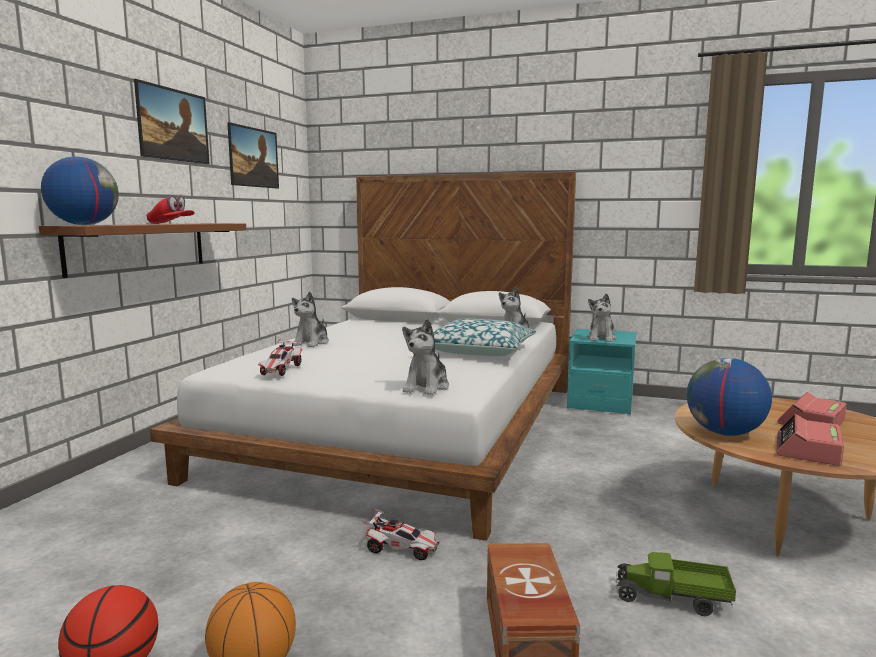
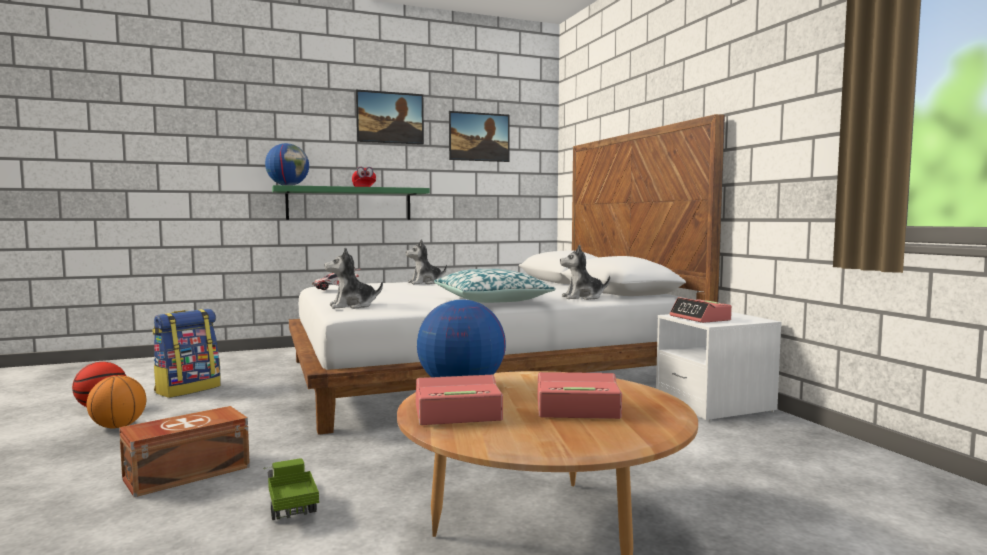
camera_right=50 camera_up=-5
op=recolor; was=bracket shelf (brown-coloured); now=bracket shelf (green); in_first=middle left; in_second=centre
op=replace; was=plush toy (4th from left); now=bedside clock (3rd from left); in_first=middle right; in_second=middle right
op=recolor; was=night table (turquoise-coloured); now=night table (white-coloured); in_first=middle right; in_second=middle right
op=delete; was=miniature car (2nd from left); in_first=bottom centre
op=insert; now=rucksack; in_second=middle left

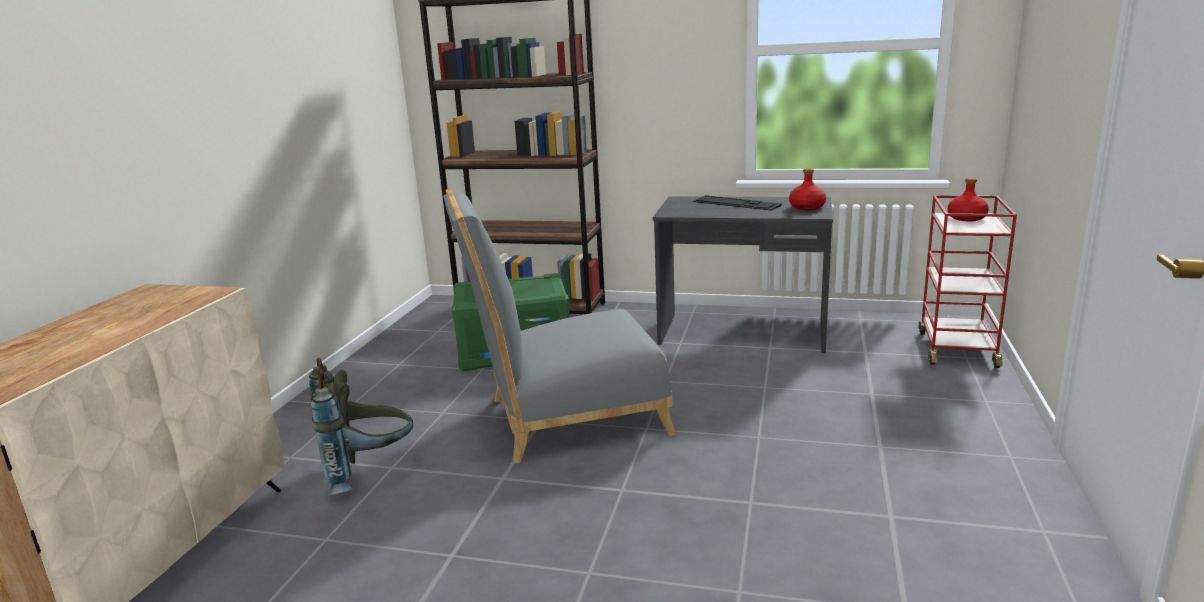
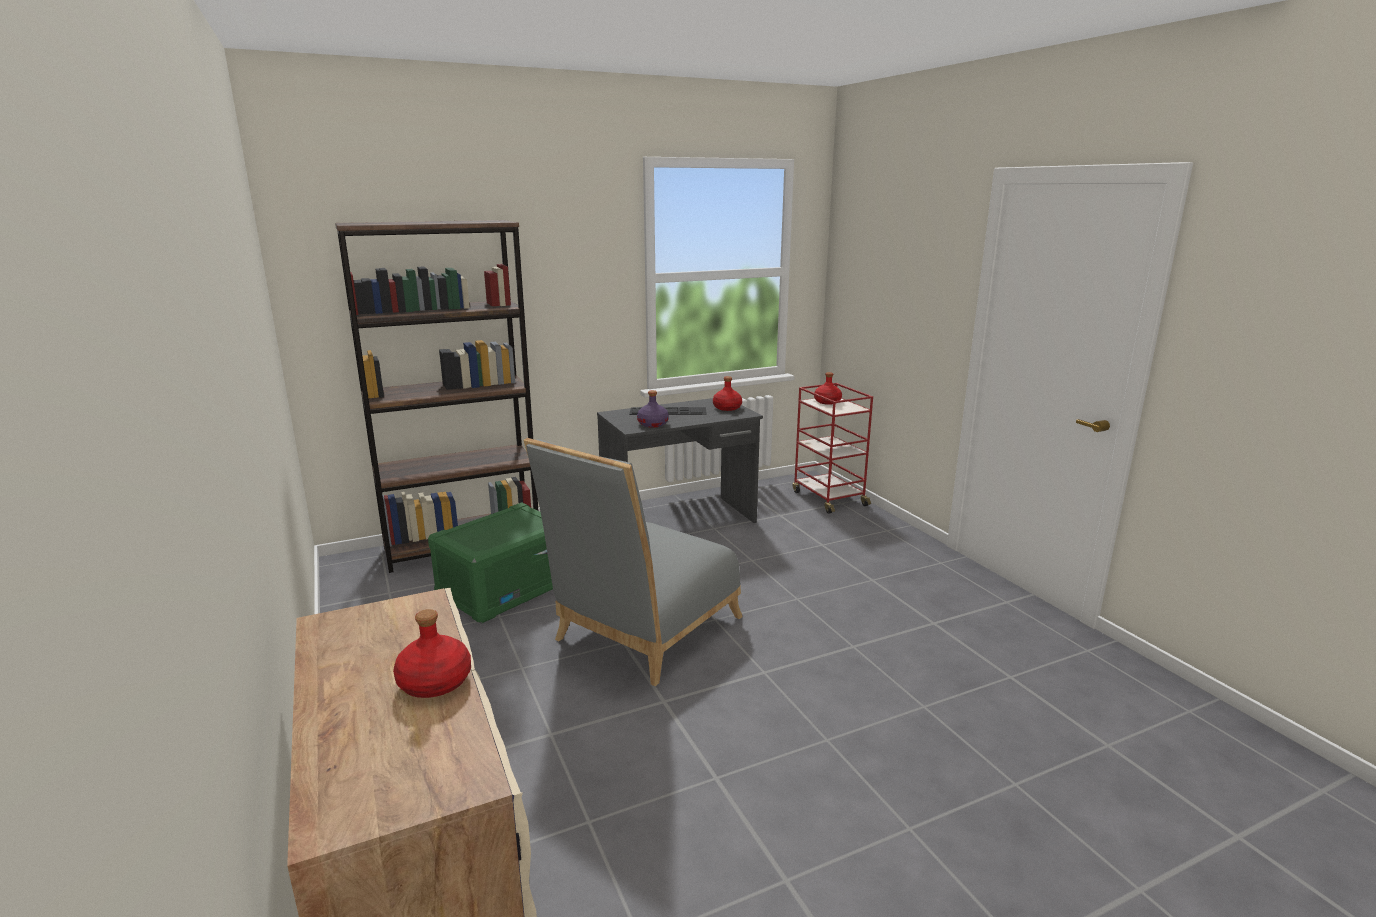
camera_right=-40 camera_up=0
op=delete; was=rucksack (greyish); in_first=bottom left
op=insert; now=bottle (purplish); in_second=centre
op=insert; now=bottle (red-coloured) (1st from left); in_second=bottom left

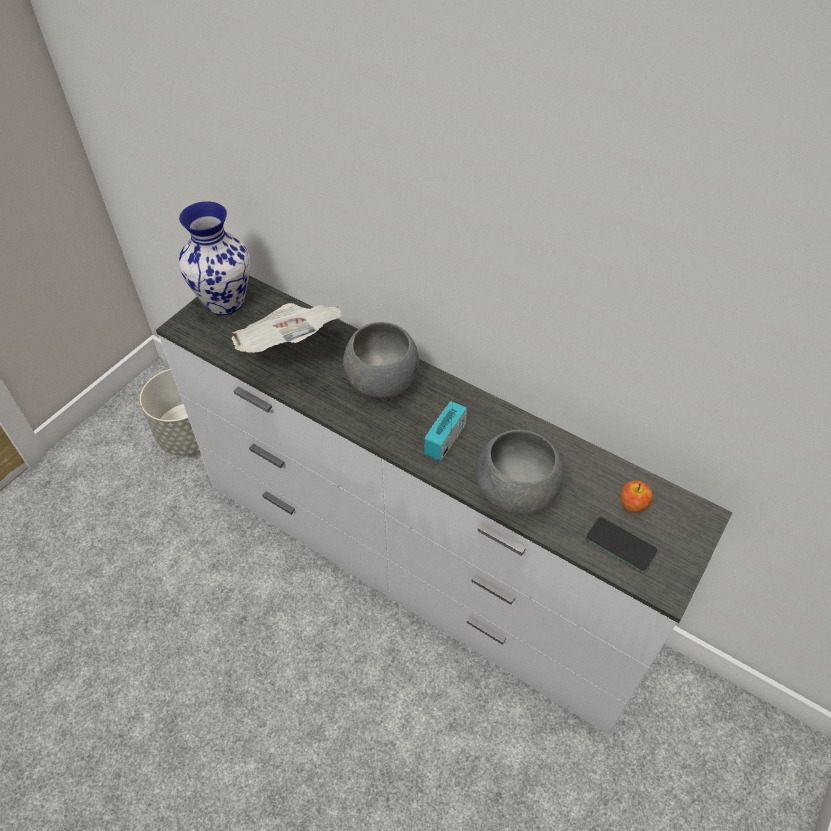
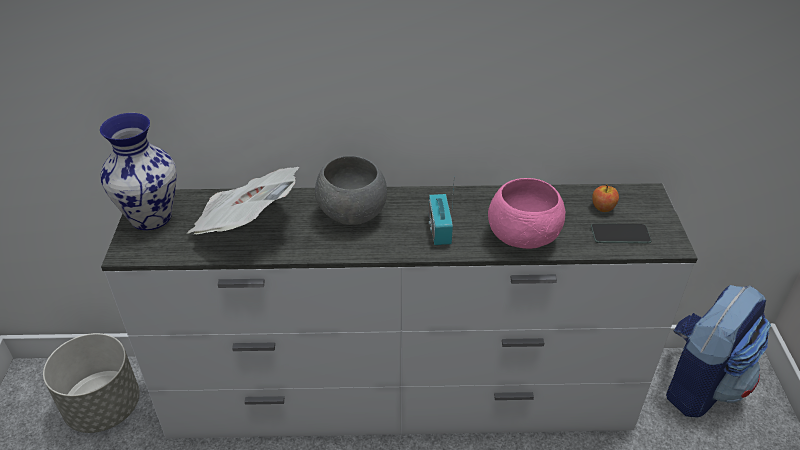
camera_right=-35 camera_up=-10
op=recolor; was=serving bowl (greyish) (2nd from left); now=serving bowl (pinkish); in_first=centre; in_second=centre
op=insert; now=rucksack; in_second=bottom right

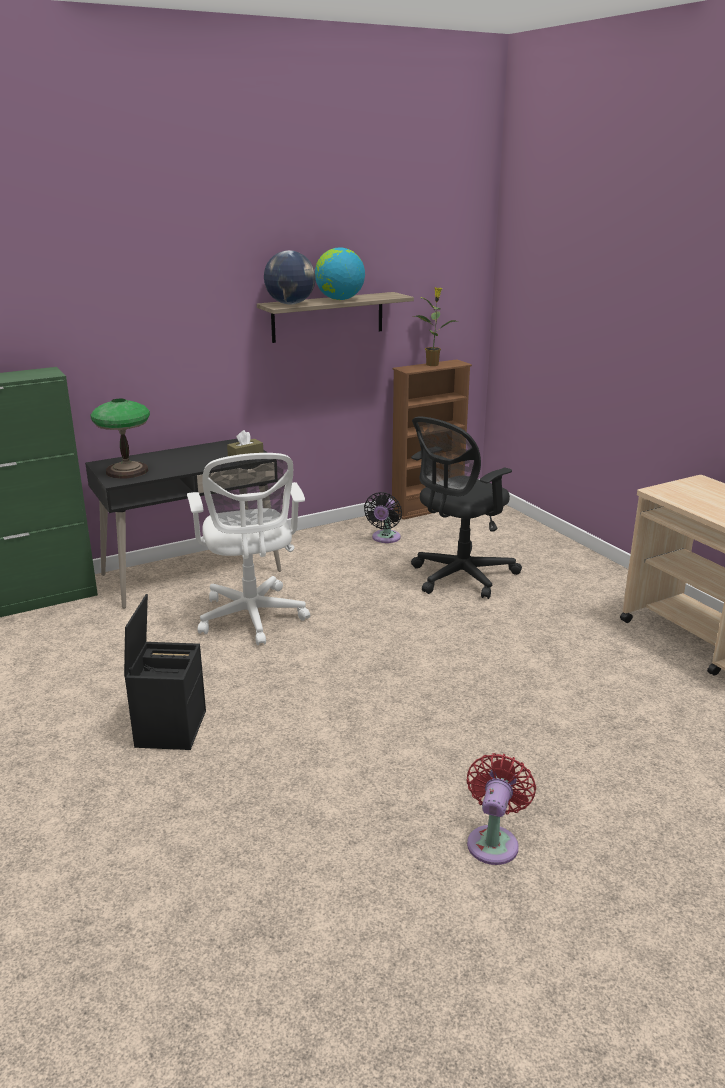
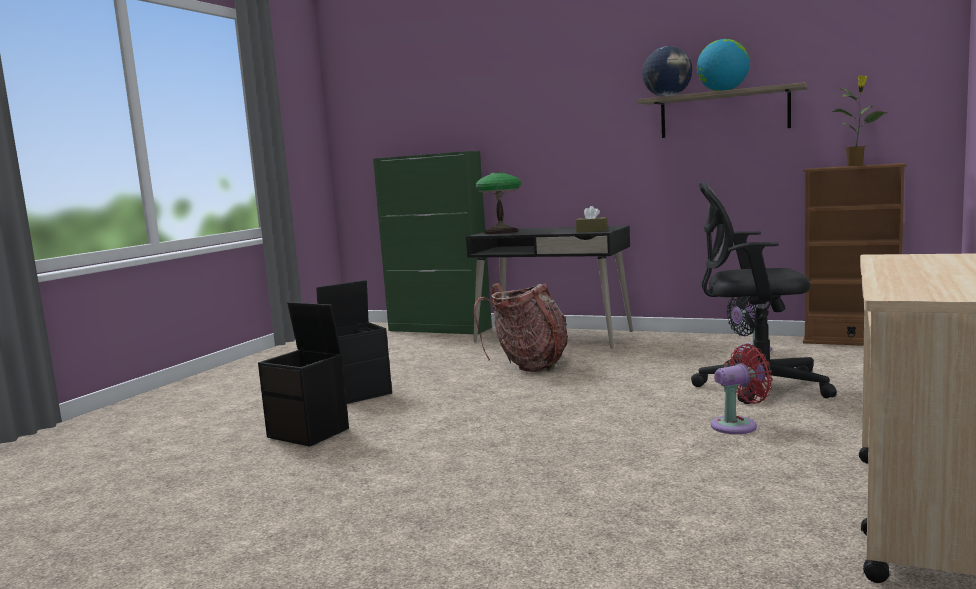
camera_right=55 camera_up=-15
op=replace; was=desk chair (white-coloured); now=rucksack; in_first=centre; in_second=centre
op=move; was=fan (red-coloured); in_first=bottom right; in_second=middle right
op=insert; now=storage bin (black-coloured) (1st from left); in_second=middle left

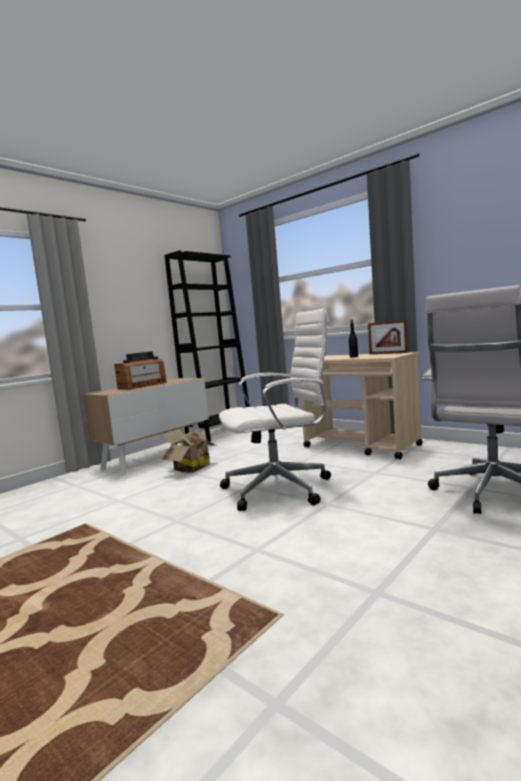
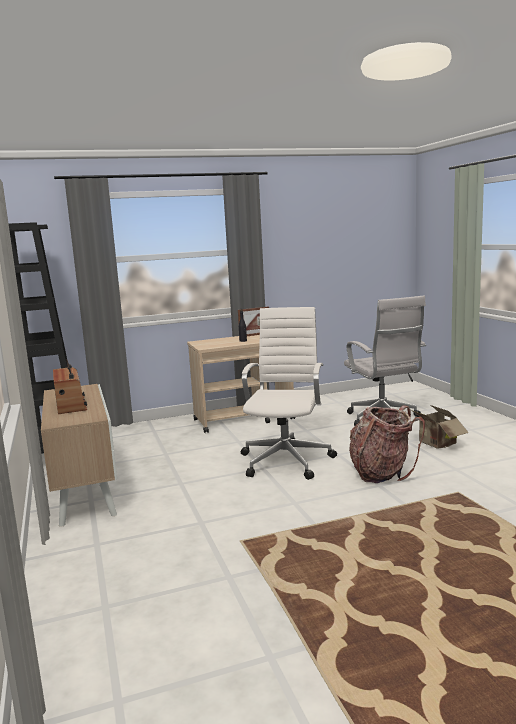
camera_right=-60 camera_up=5
op=move; was=cardboard box; in_first=centre; in_second=middle right
op=insert; now=rucksack; in_second=middle right

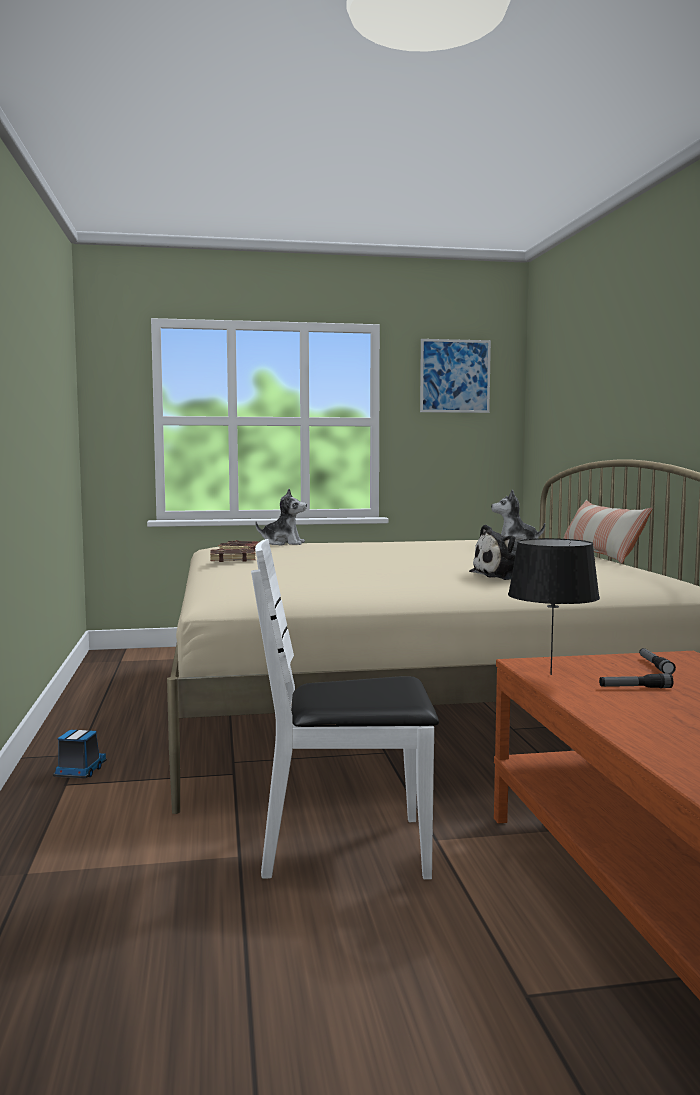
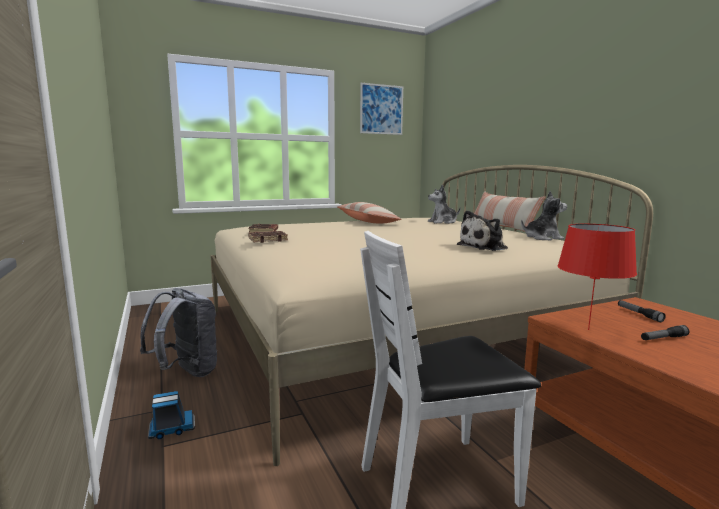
camera_right=-15 camera_up=5
op=move; was=plush toy (1st from left in the first image); now=plush toy (3rd from left); in_first=centre; in_second=middle right
op=recolor; was=lamp for a table (black-coloured); now=lamp for a table (red-coloured); in_first=middle right; in_second=middle right
op=rotate; was=model truck; in_first=bottom left; in_second=bottom left; clockwise=75
op=insert; now=pillow (1st from left); in_second=centre
op=insert; now=rucksack (greyish); in_second=middle left

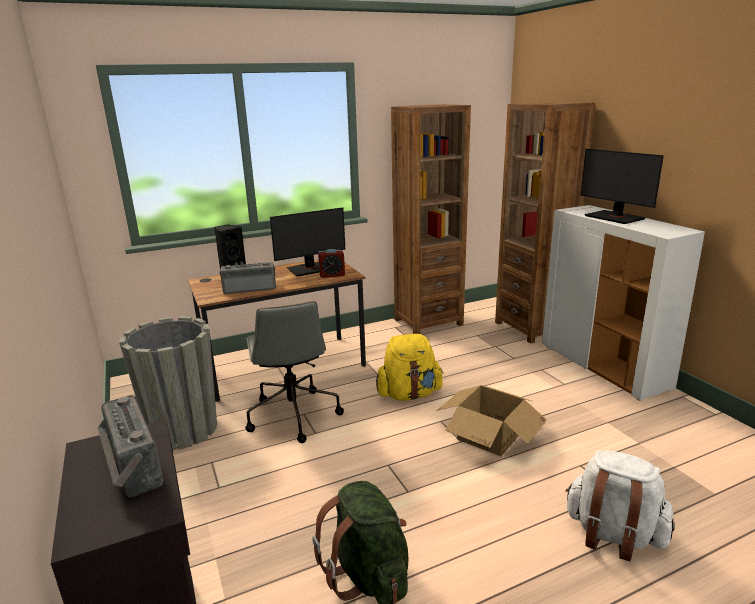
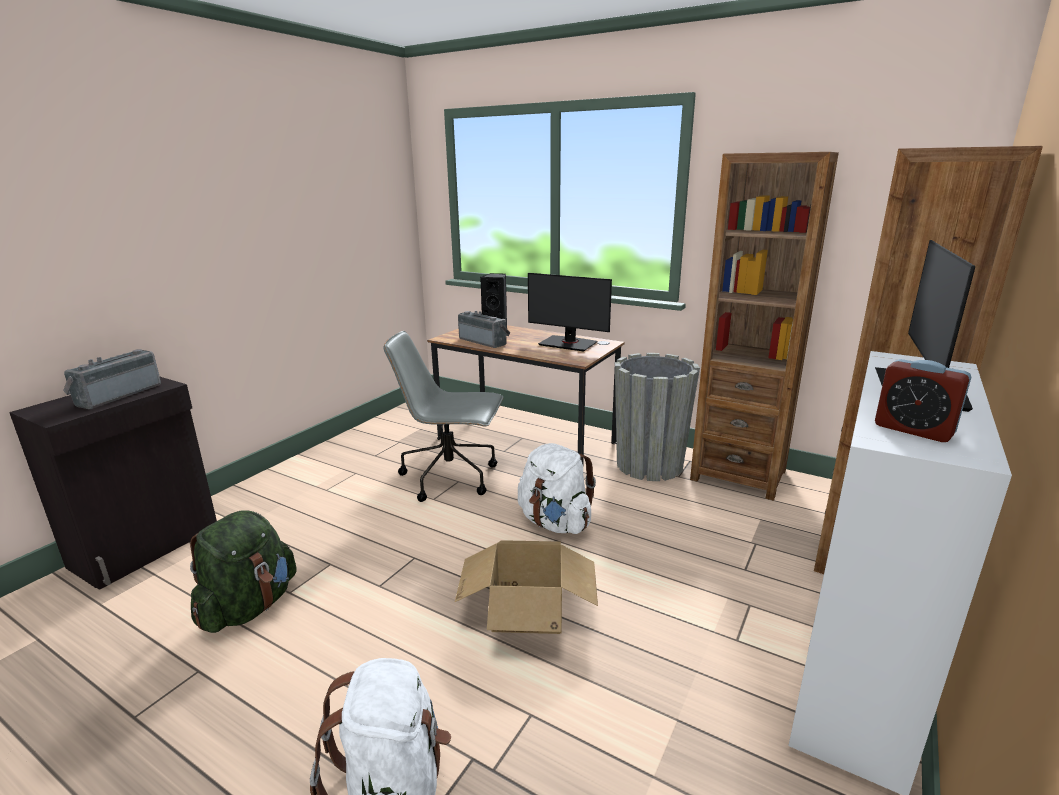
camera_right=55 camera_up=0
op=move; was=bedside clock; in_first=centre; in_second=middle right
op=rotate; was=desk chair (greyish); in_first=centre; in_second=centre; clockwise=60
op=move; was=plant pot (greyish); in_first=middle left; in_second=centre
op=recolor; was=rucksack (yellow-coloured); now=rucksack (white-coloured) (2nd from left); in_first=centre; in_second=centre

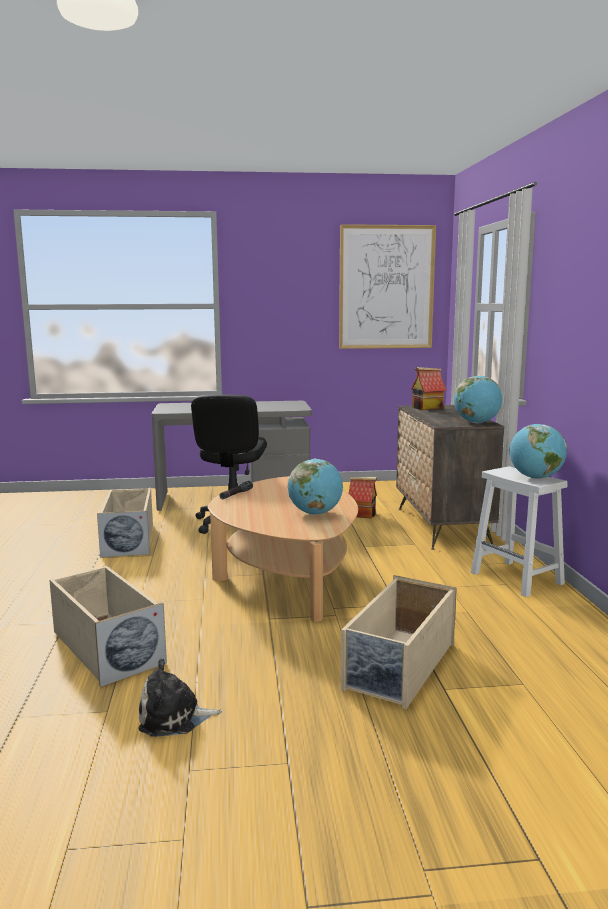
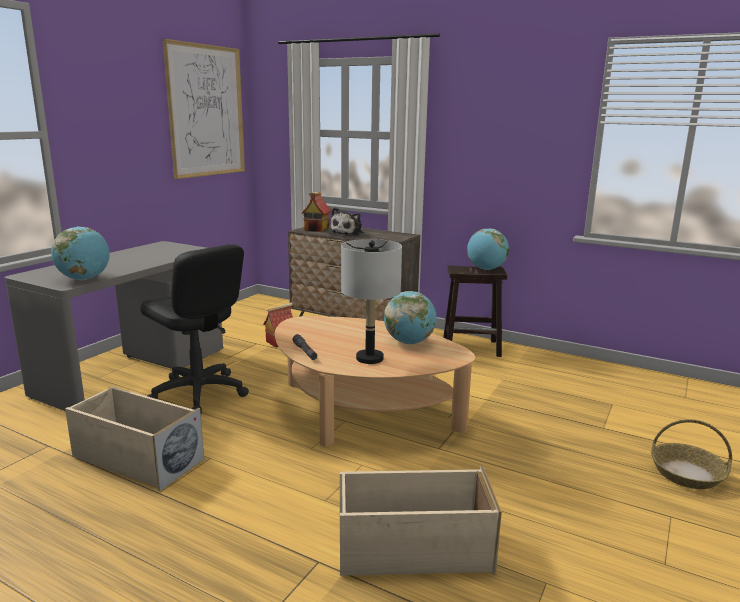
camera_right=-55 camera_up=5
op=move; was=desk globe (2nd from left in the first image); now=desk globe (1st from left); in_first=middle right; in_second=middle left
op=recolor; was=stool (white-coloured); now=stool (brown-coloured); in_first=middle right; in_second=centre
op=delete; was=storage bin (sand-coloured) (3rd from left); in_first=bottom centre
op=move; was=plush toy; in_first=bottom left; in_second=centre
op=insert; now=lamp for a table (greyish); in_second=centre
op=insert; now=household basket; in_second=bottom right

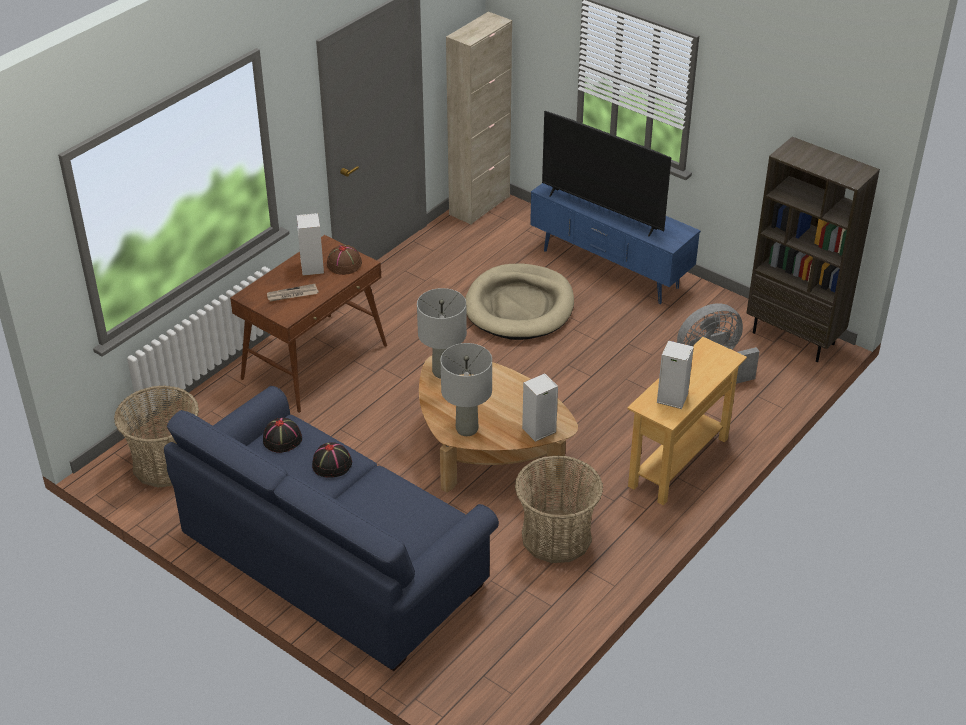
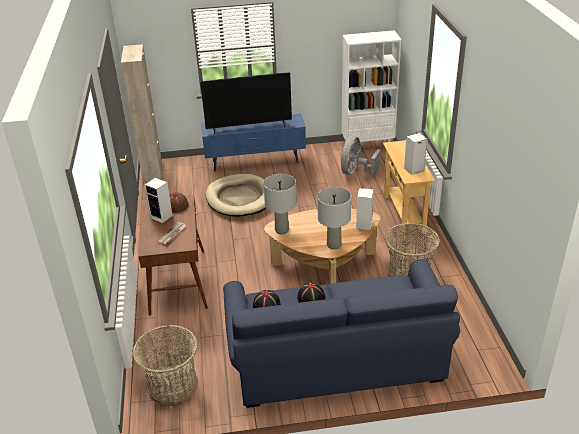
camera_right=-45 camera_up=-5
op=recolor; was=bookcase (brown-coloured); now=bookcase (white-coloured); in_first=middle right; in_second=top centre

